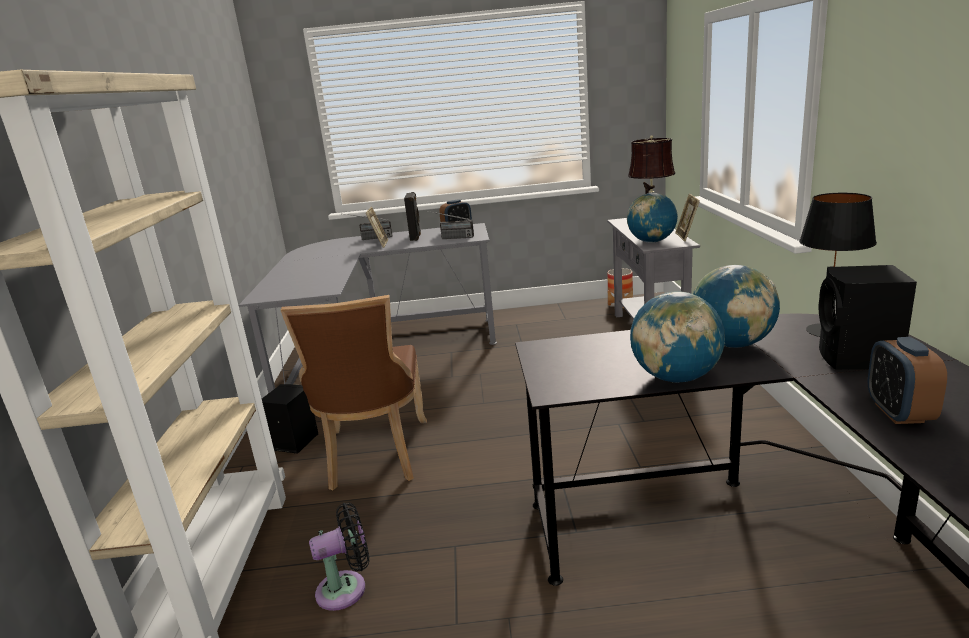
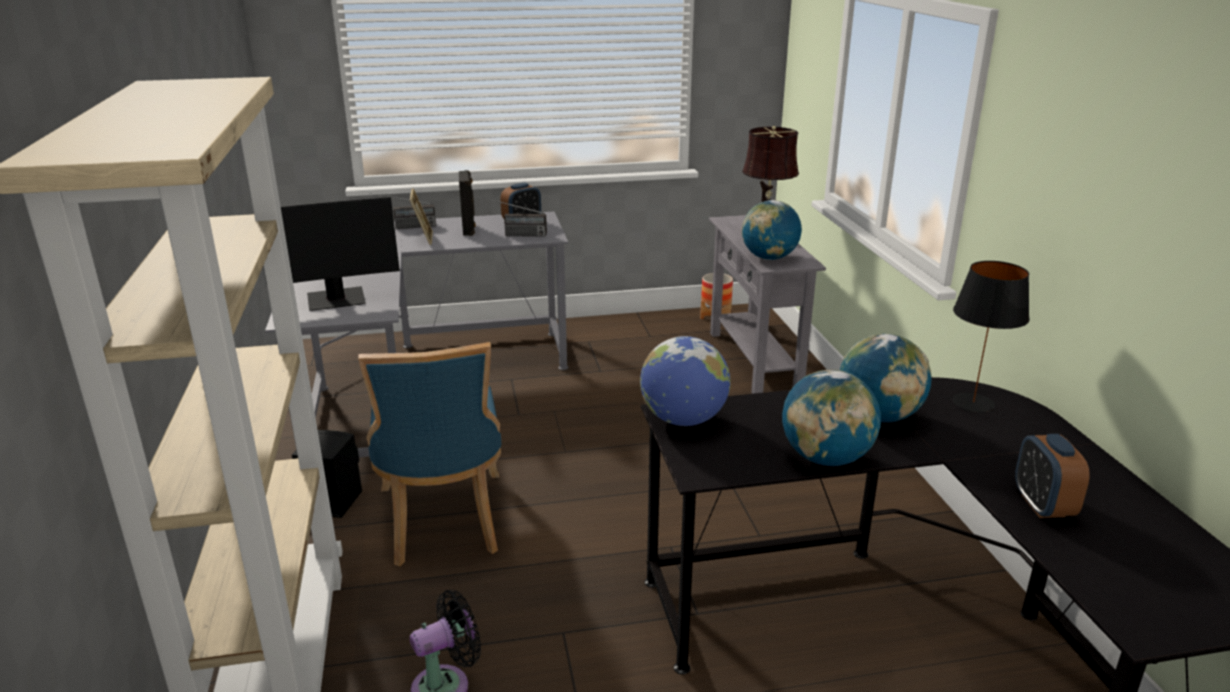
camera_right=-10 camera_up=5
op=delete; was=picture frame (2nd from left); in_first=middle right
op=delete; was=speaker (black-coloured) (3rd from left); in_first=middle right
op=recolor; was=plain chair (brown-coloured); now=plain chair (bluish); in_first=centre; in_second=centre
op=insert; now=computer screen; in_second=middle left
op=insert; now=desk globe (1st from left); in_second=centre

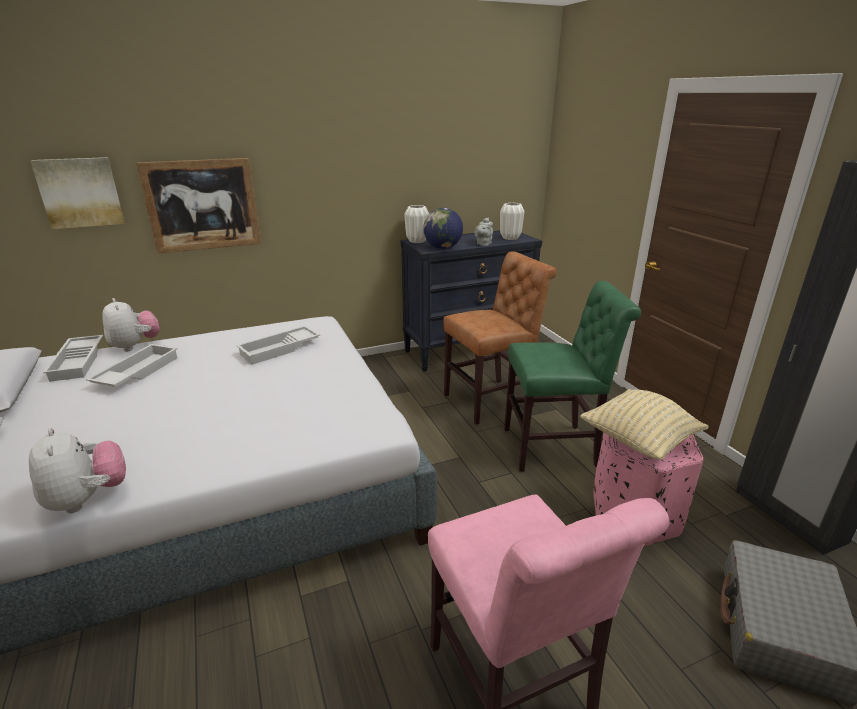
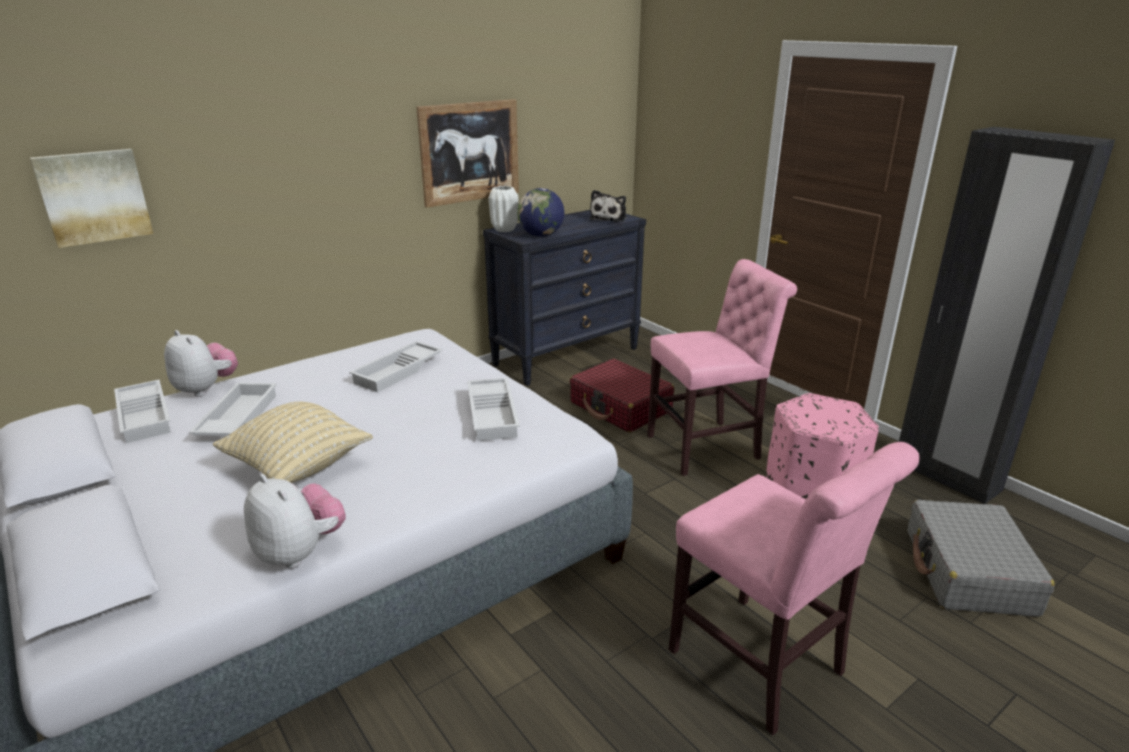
camera_right=-15 camera_up=0
op=move; was=picture (2nd from left); in_first=top left; in_second=top centre
op=replace; was=decorative vase (white-coloured) (2nd from left); now=plush toy (3rd from left); in_first=top centre; in_second=top centre
op=delete; was=pot for tea (greyish); in_first=top centre
op=replace; was=plain chair (brown-coloured); now=piece of luggage (red-coloured); in_first=centre; in_second=centre
op=recolor; was=plain chair (green); now=plain chair (pinkish) (1st from left); in_first=middle right; in_second=centre
op=move; was=pillow (sand-coloured); in_first=middle right; in_second=middle left
op=insert; now=serving tray (white-coloured) (4th from left); in_second=centre

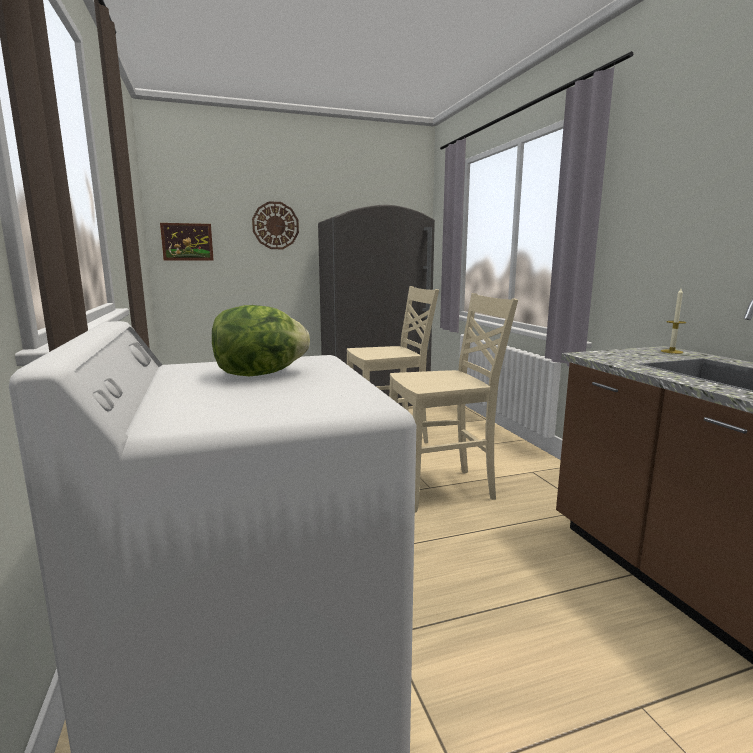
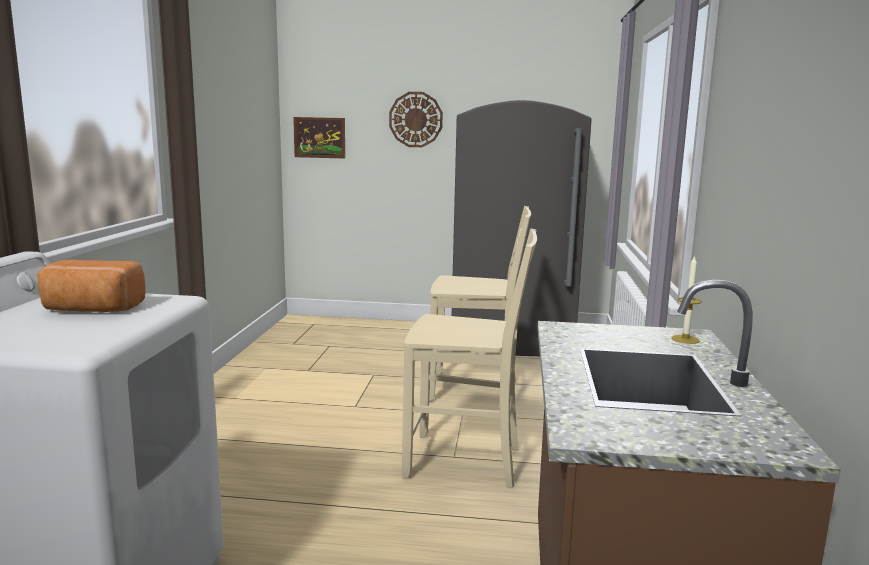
camera_right=25 camera_up=0
op=replace; was=lettuce; now=baked bread; in_first=centre; in_second=middle left

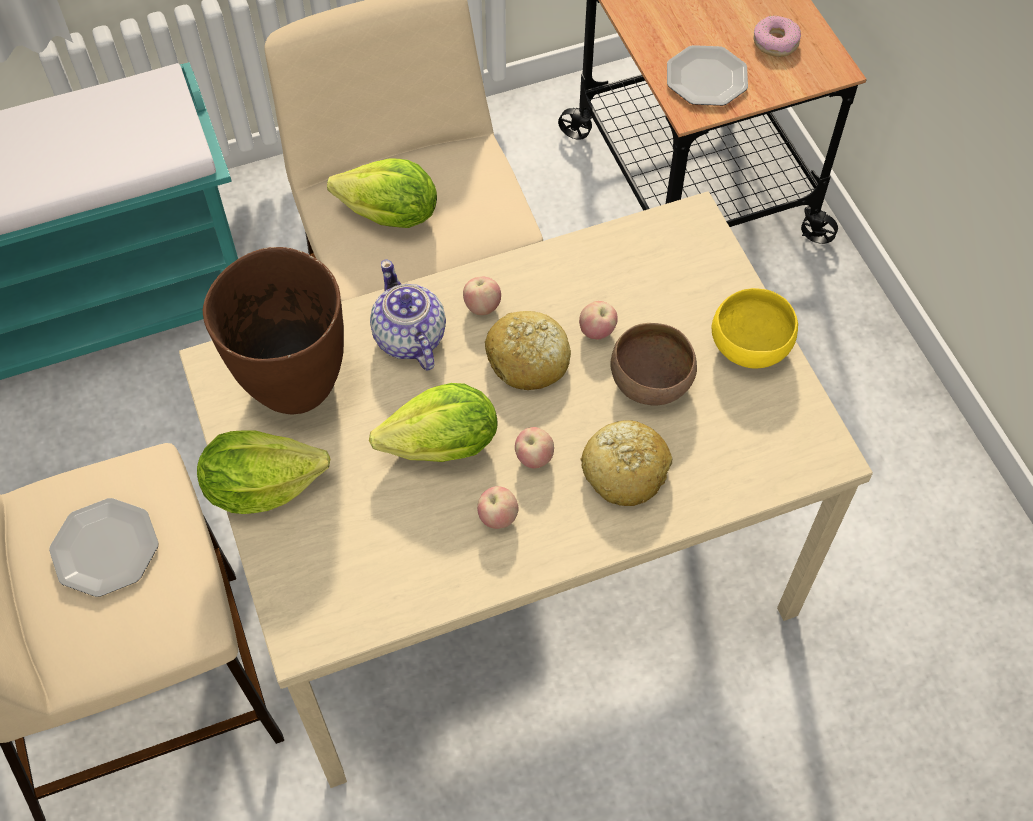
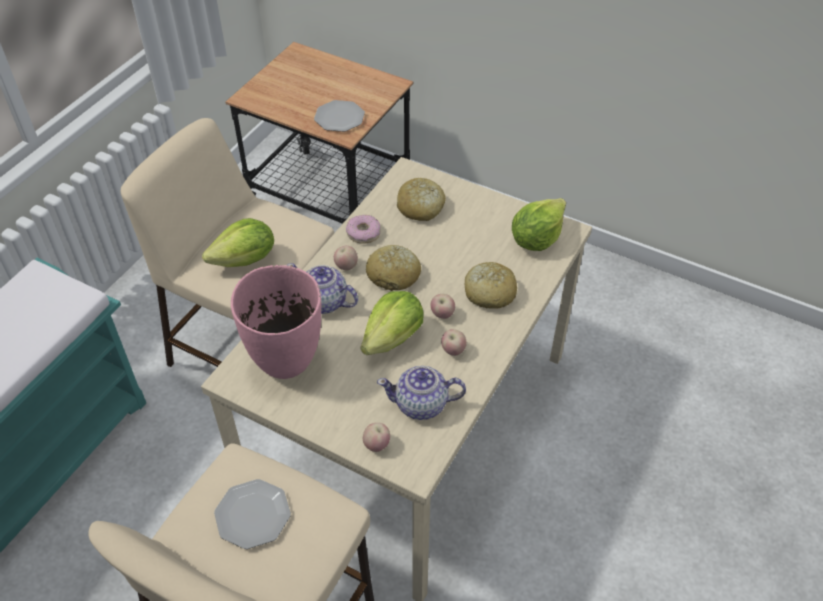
camera_right=-40 camera_up=-10
op=move; was=donut; in_first=top right; in_second=centre
op=recolor; was=decorative vase (brown-coloured); now=decorative vase (pinkish); in_first=middle left; in_second=centre
op=delete; was=serving bowl (yellow-coloured); in_first=middle right
op=move; was=apple fruit (4th from left in the first image); now=apple fruit (2nd from left); in_first=centre; in_second=bottom centre
op=delete; was=serving bowl (brown-coloured); in_first=centre
op=move; was=lettuce (1st from left in the first image); now=lettuce (3rd from left); in_first=middle left; in_second=centre
op=insert; now=baked bread (2nd from left); in_second=top centre
op=insert; now=pot for tea (2nd from left); in_second=centre

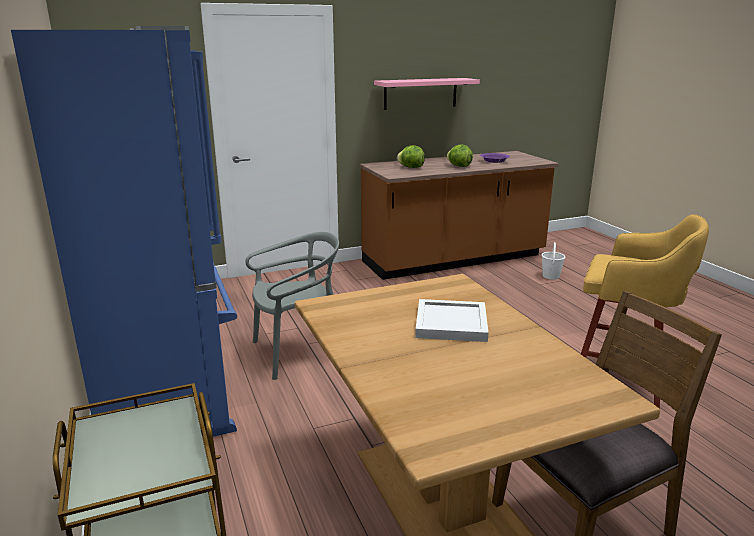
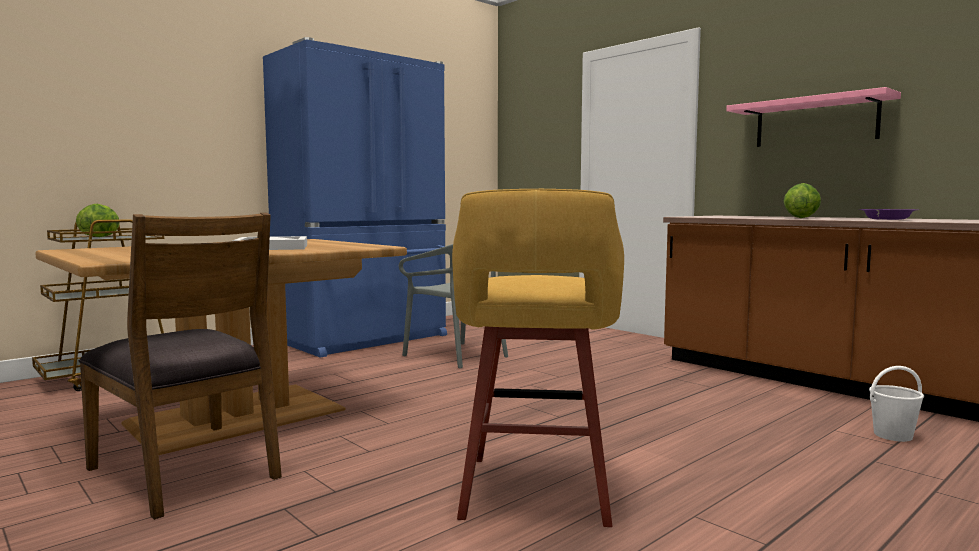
camera_right=70 camera_up=-15
op=move; was=lettuce (1st from left); in_first=top centre; in_second=middle left

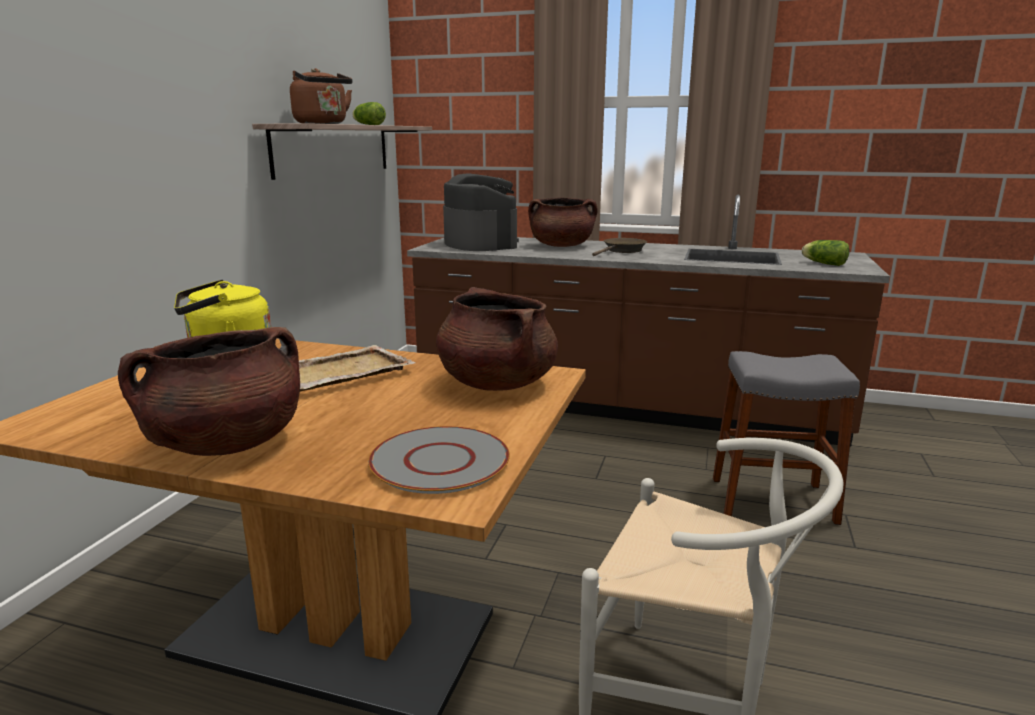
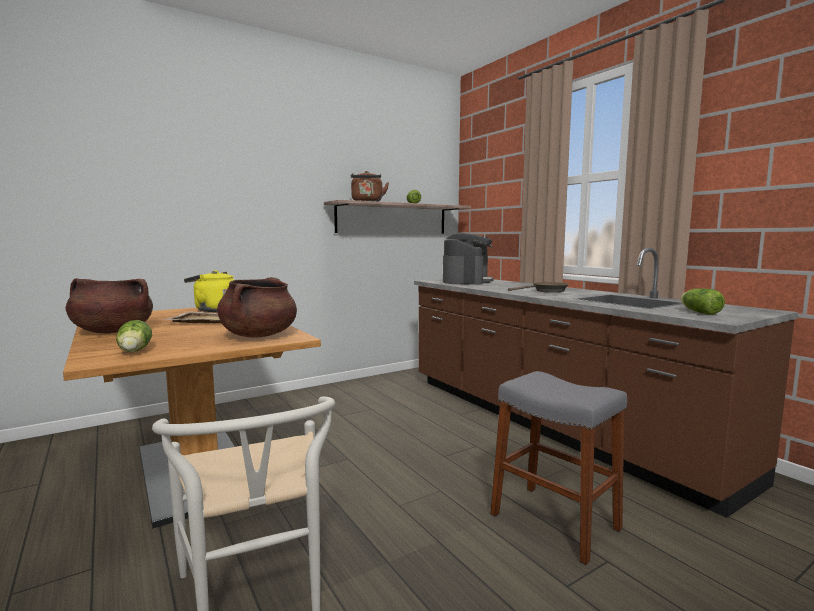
camera_right=40 camera_up=-10
op=delete; was=stockpot (brown-coloured) (3rd from left); in_first=top centre
op=replace; was=dinner plate (greyish); now=lettuce (1st from left); in_first=centre; in_second=middle left

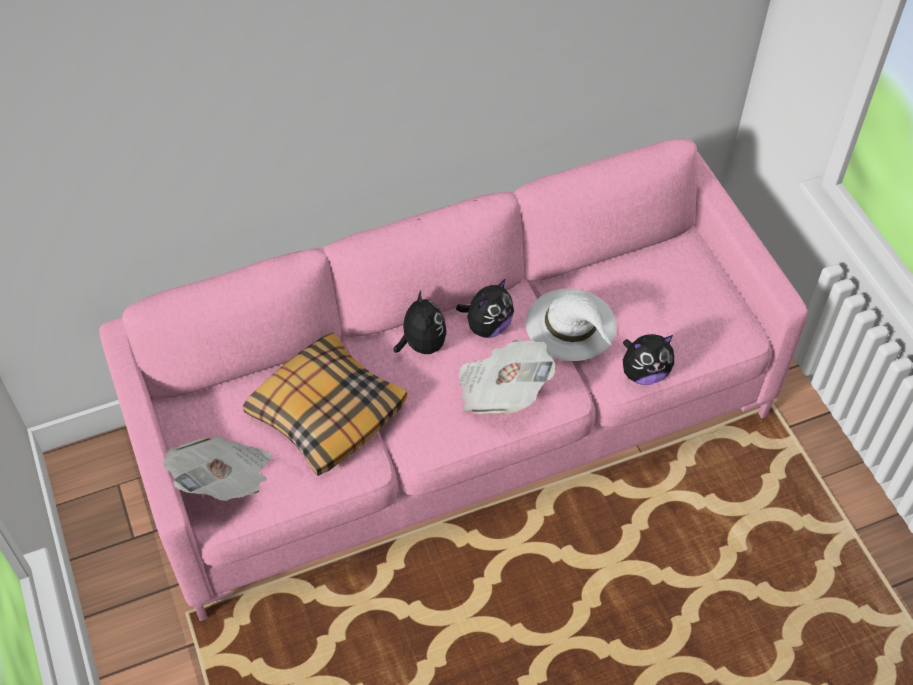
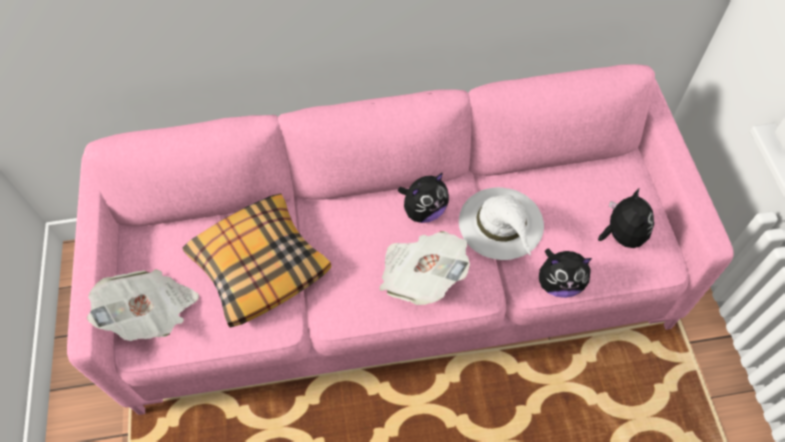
camera_right=15 camera_up=5
op=move; was=plush toy (1st from left in the first image); now=plush toy (3rd from left); in_first=centre; in_second=middle right

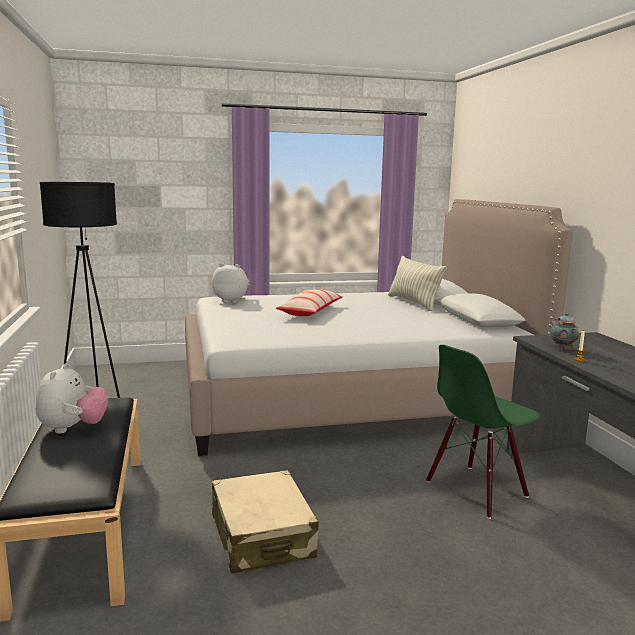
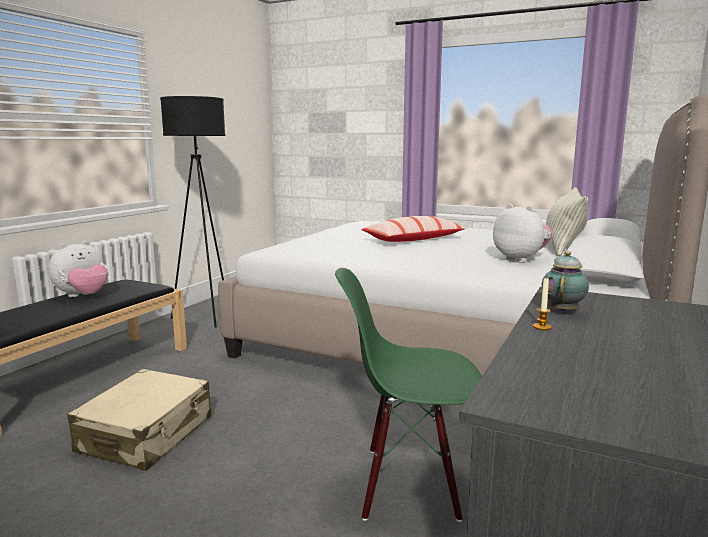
camera_right=40 camera_up=0
op=move; was=plush toy (2nd from left); in_first=centre; in_second=middle right

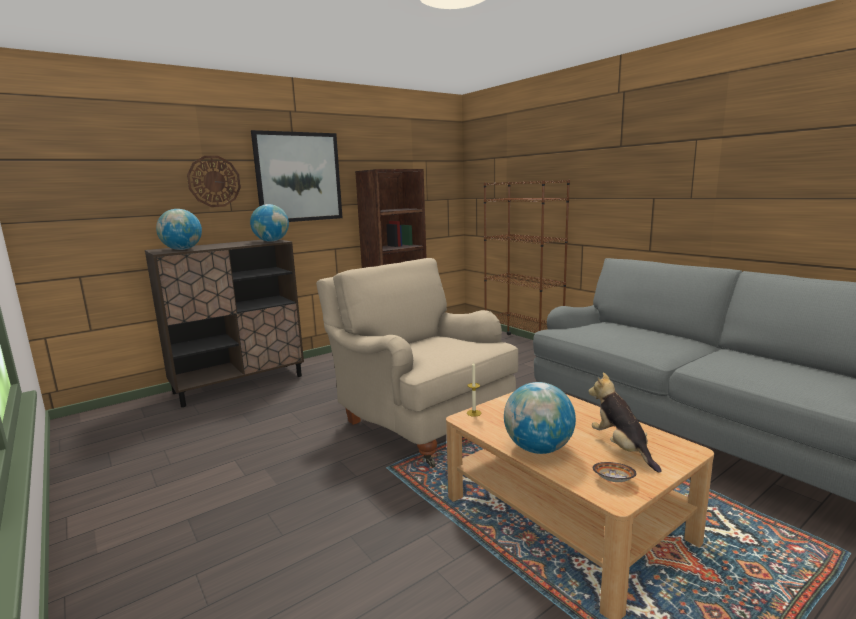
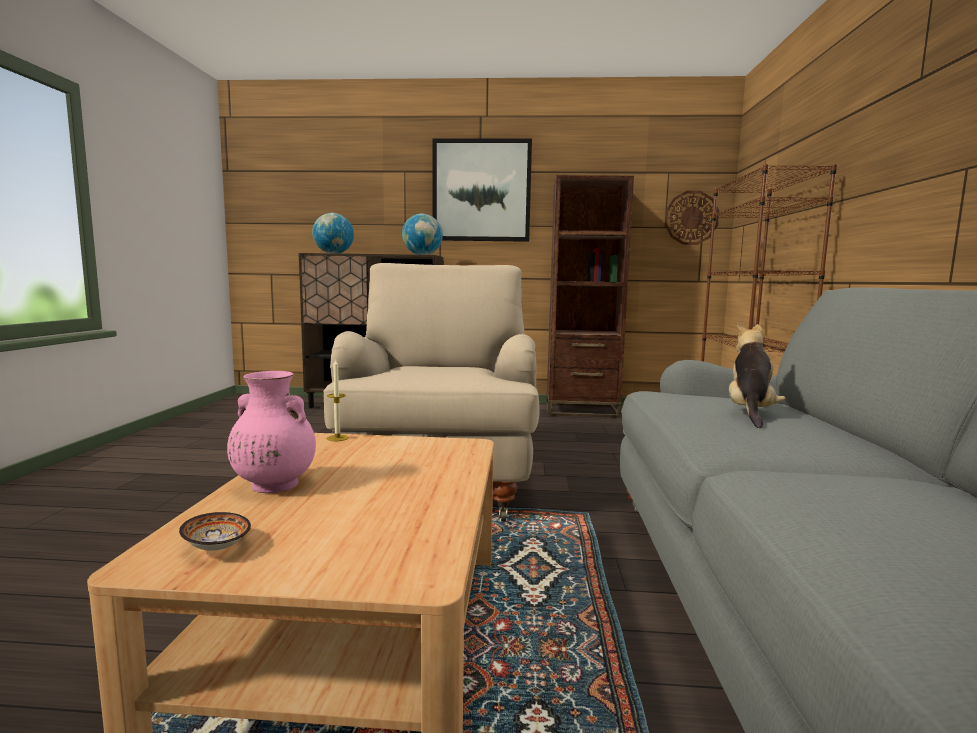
camera_right=40 camera_up=-5
op=move; was=hanging clock; in_first=top left; in_second=top right
op=move; was=plush toy; in_first=bottom right; in_second=middle right
op=replace; was=desk globe (3rd from left); now=decorative vase (pinkish); in_first=bottom centre; in_second=middle left

